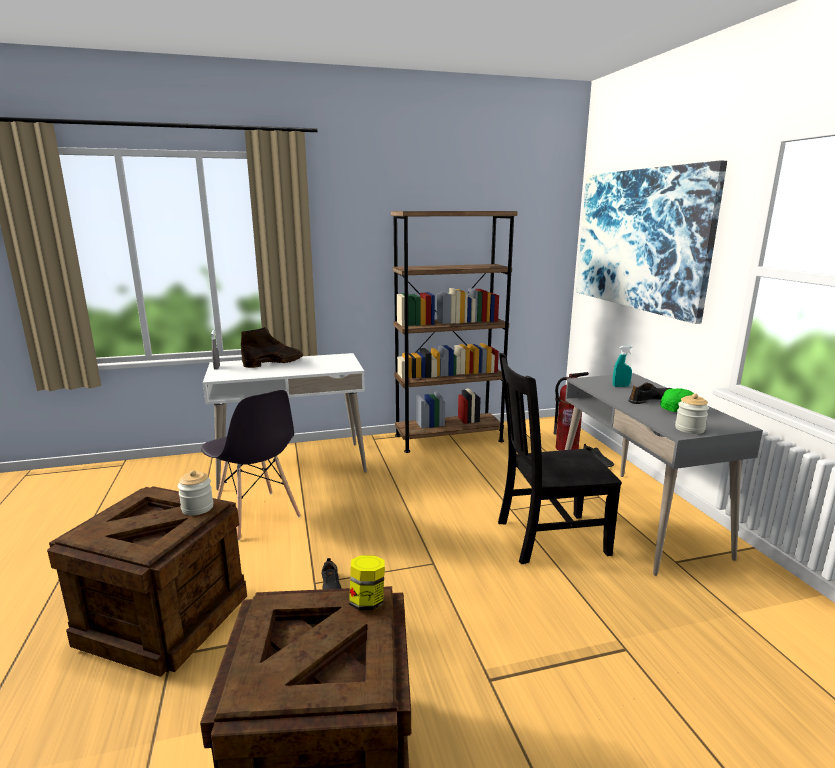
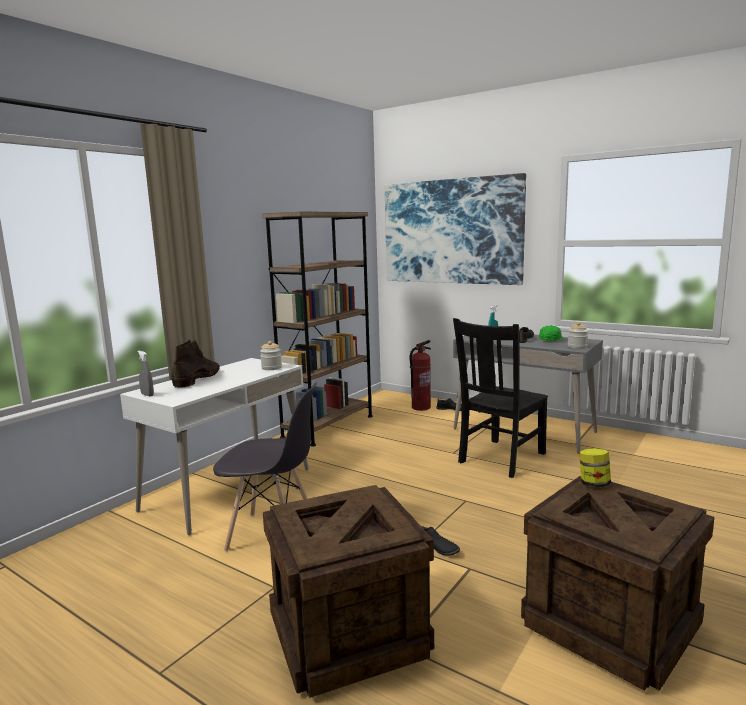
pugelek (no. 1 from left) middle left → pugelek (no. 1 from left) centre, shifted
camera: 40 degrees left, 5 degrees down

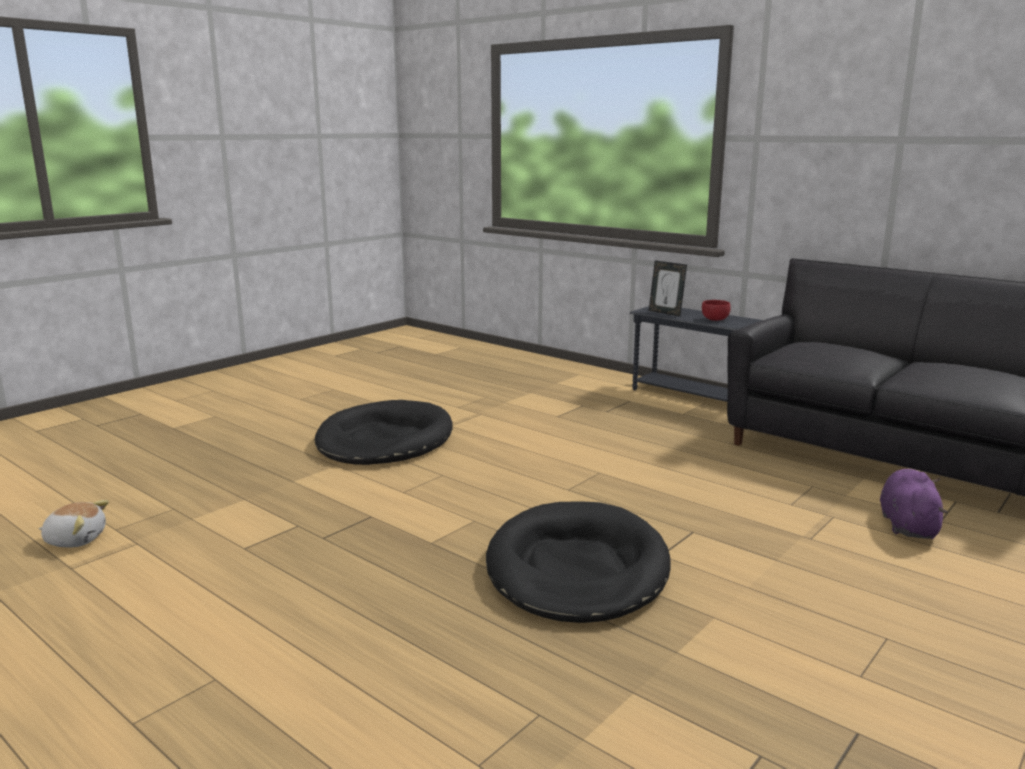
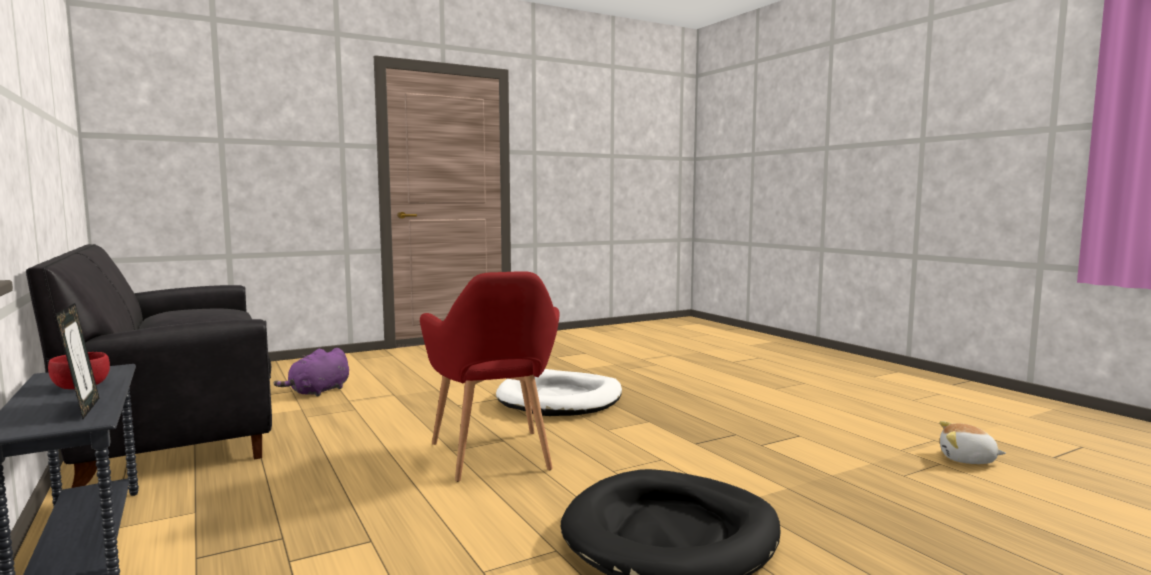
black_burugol (no. 2 from left) bottom centre → white_burugol bottom centre
- → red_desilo centre
camera: 160 degrees left, 10 degrees down

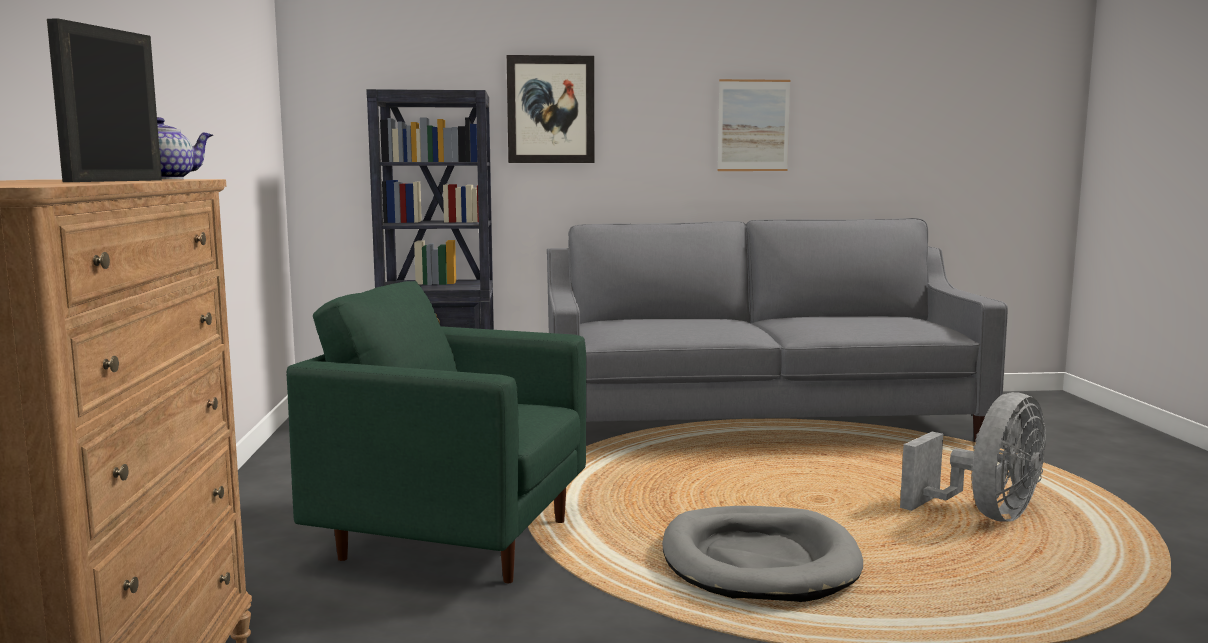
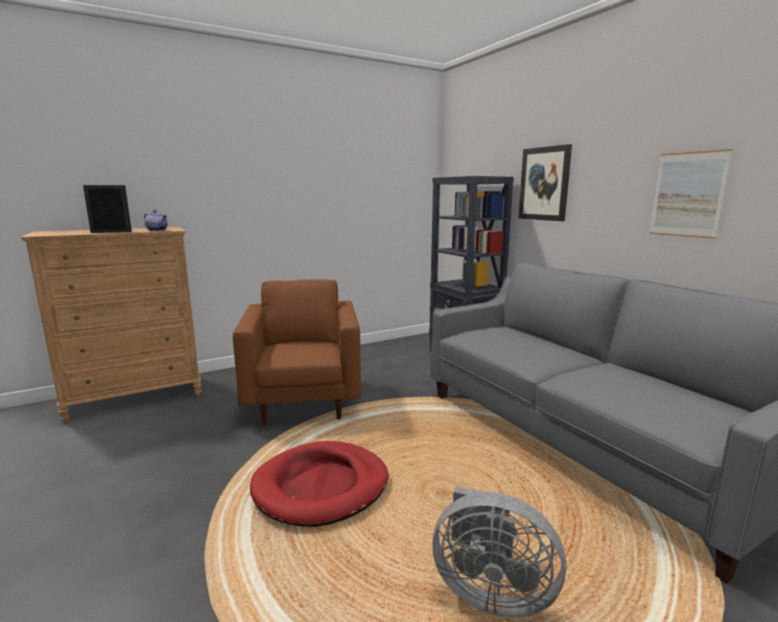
green_desilo bottom centre → brown_desilo centre
grey_burugol bottom centre → red_burugol bottom centre
camera: 65 degrees right, 5 degrees up

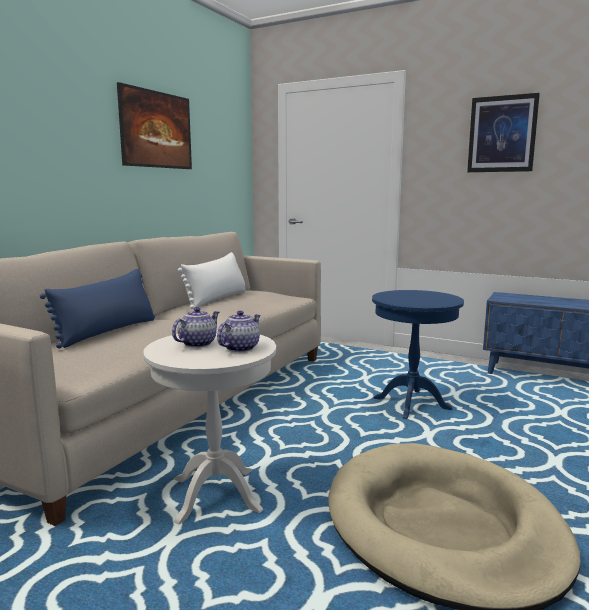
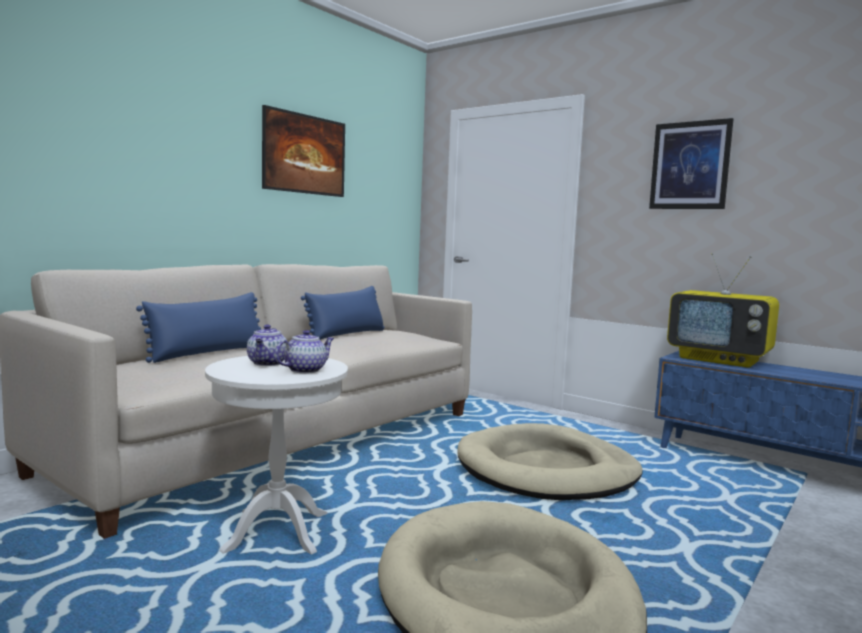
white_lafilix centre → blue_lafilix (no. 2 from left) centre
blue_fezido middle right → beige_burugol (no. 2 from left) bottom centre
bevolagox (no. 1 from left) middle left, 135 degrees clockwise
- → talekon middle right
camera: 10 degrees right, 5 degrees down

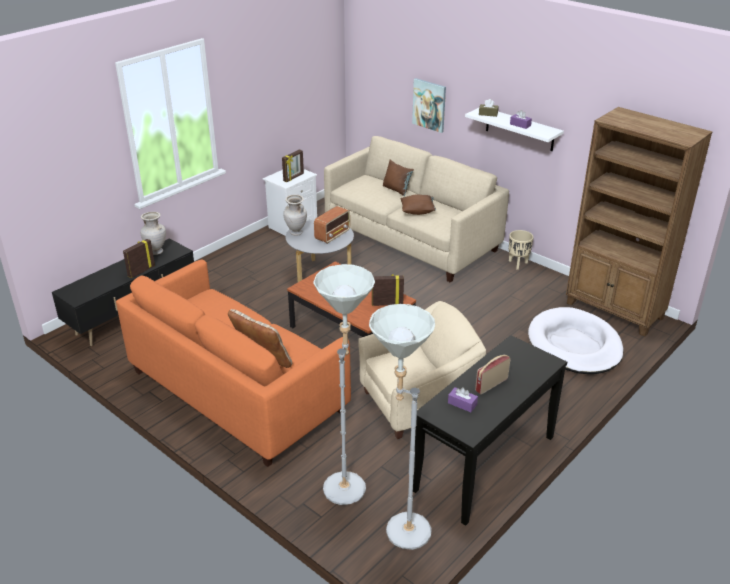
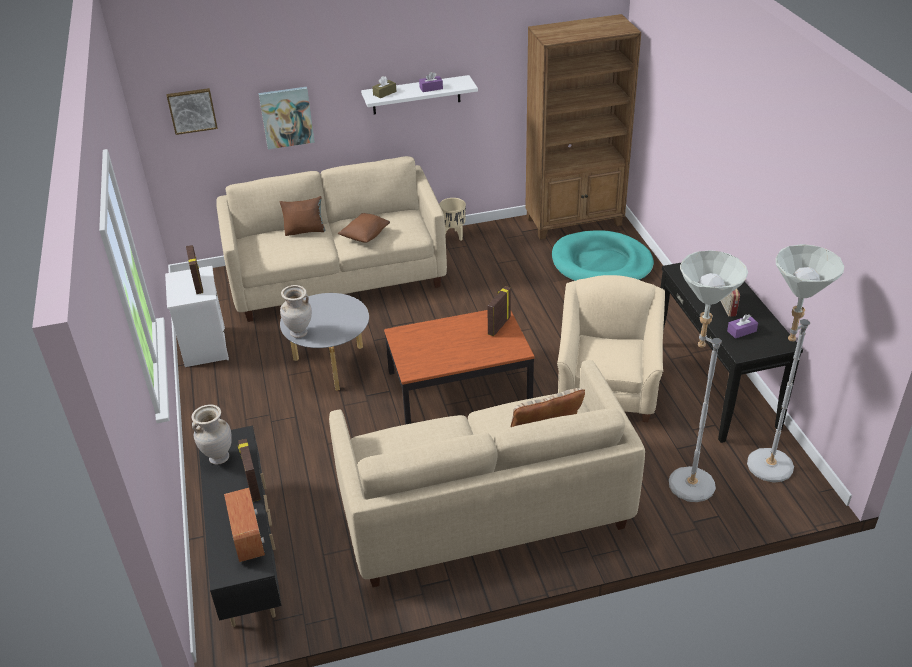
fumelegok (no. 1 from left) centre → fumelegok (no. 1 from left) bottom left, shifted
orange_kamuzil middle left → beige_kamuzil (no. 2 from left) bottom centre
white_burugol middle right → turquoise_burugol centre
- → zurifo (no. 1 from left) top left
camera: 55 degrees left, 5 degrees up

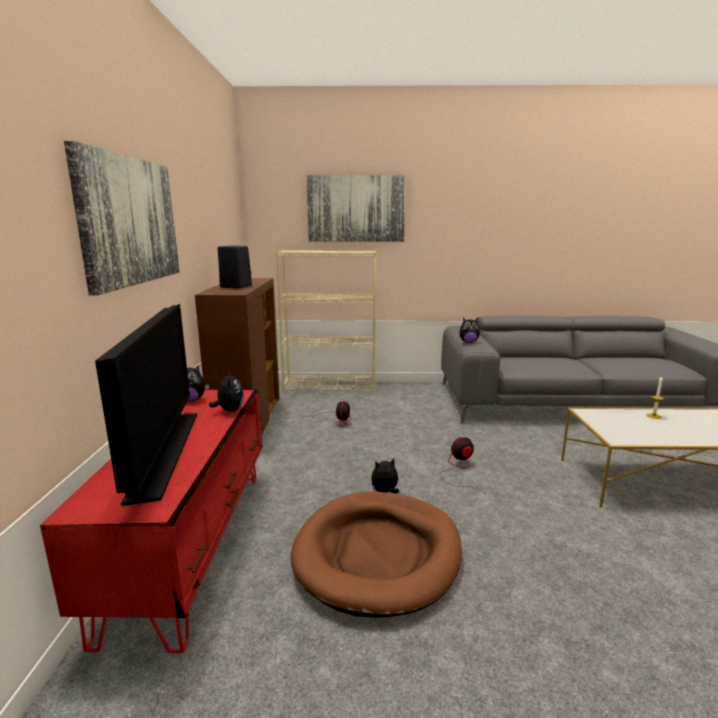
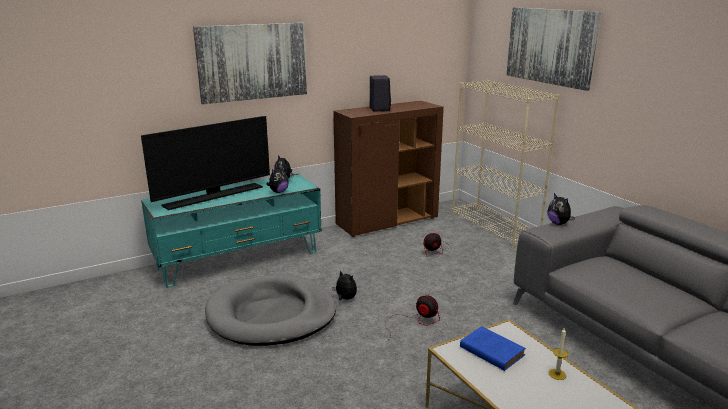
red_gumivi bottom left → turquoise_gumivi middle left
brown_burugol bottom centre → grey_burugol bottom centre
- → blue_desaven bottom right
camera: 60 degrees right, 5 degrees up

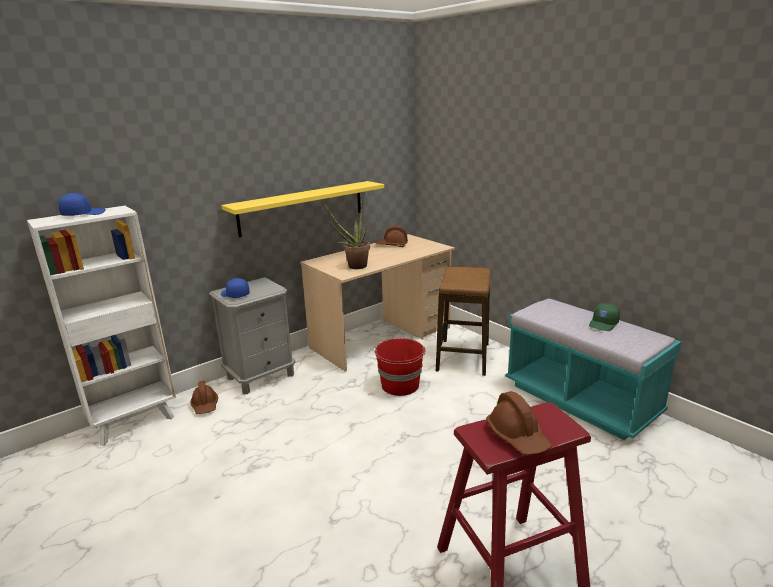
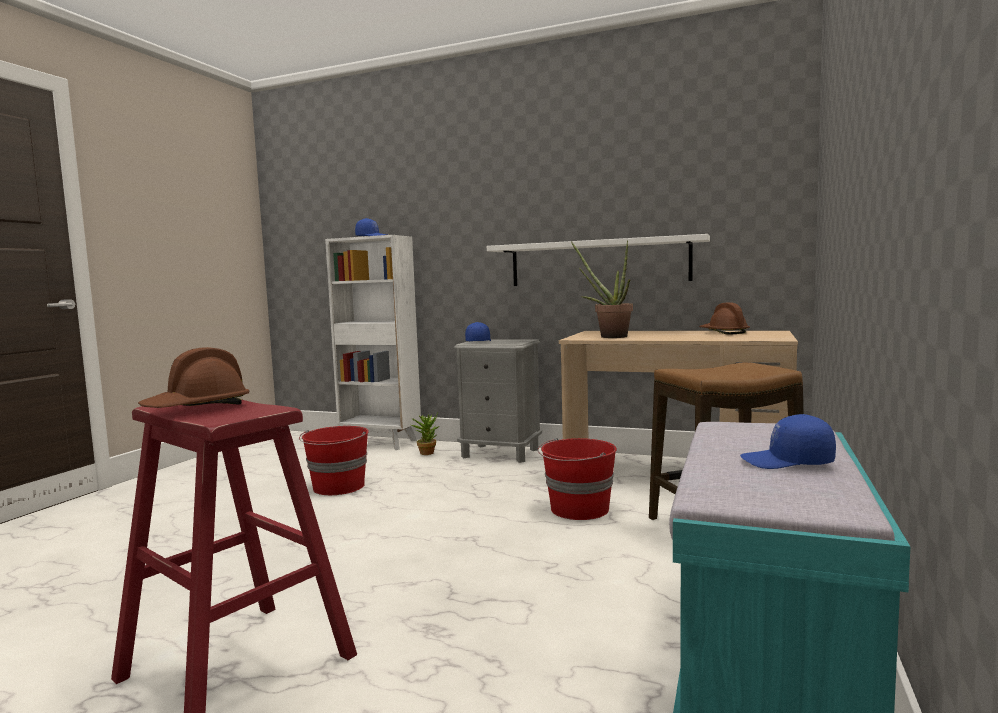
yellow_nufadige centre → white_nufadige centre
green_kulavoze middle right → blue_kulavoze (no. 3 from left) middle right
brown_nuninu (no. 1 from left) bottom left → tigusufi (no. 1 from left) centre
- → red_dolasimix (no. 1 from left) centre
camera: 60 degrees right, 15 degrees down

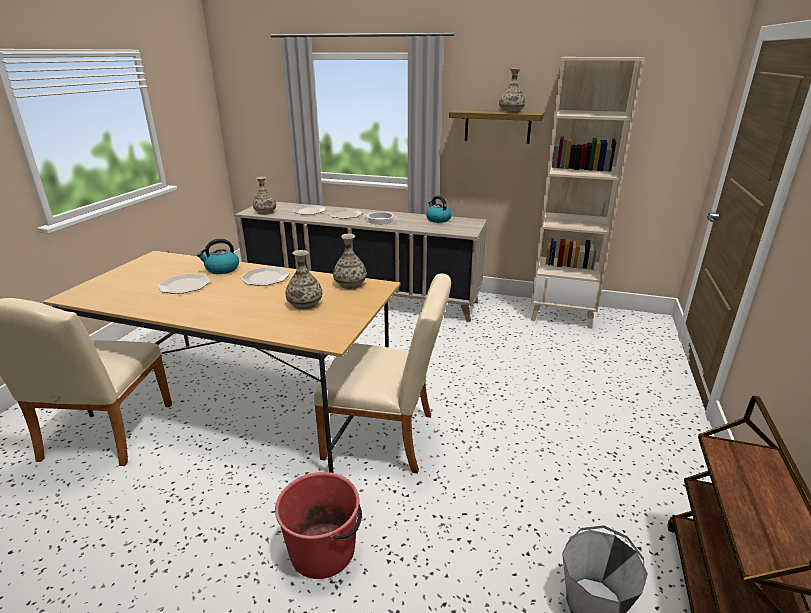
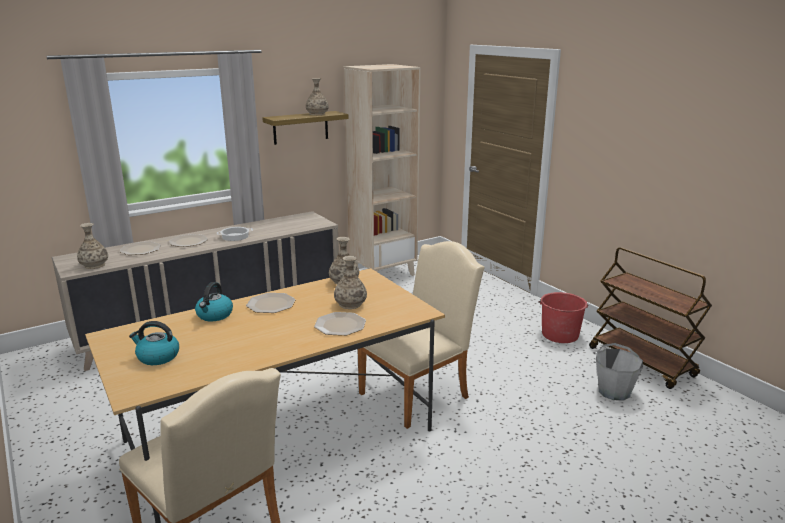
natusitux (no. 2 from left in the first image) centre → natusitux (no. 1 from left) middle left, shifted
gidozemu (no. 1 from left in the first image) middle left → gidozemu (no. 4 from left) centre, shifted
red_dolasimix bottom centre → red_dolasimix middle right, shifted
camera: 50 degrees left, 5 degrees down

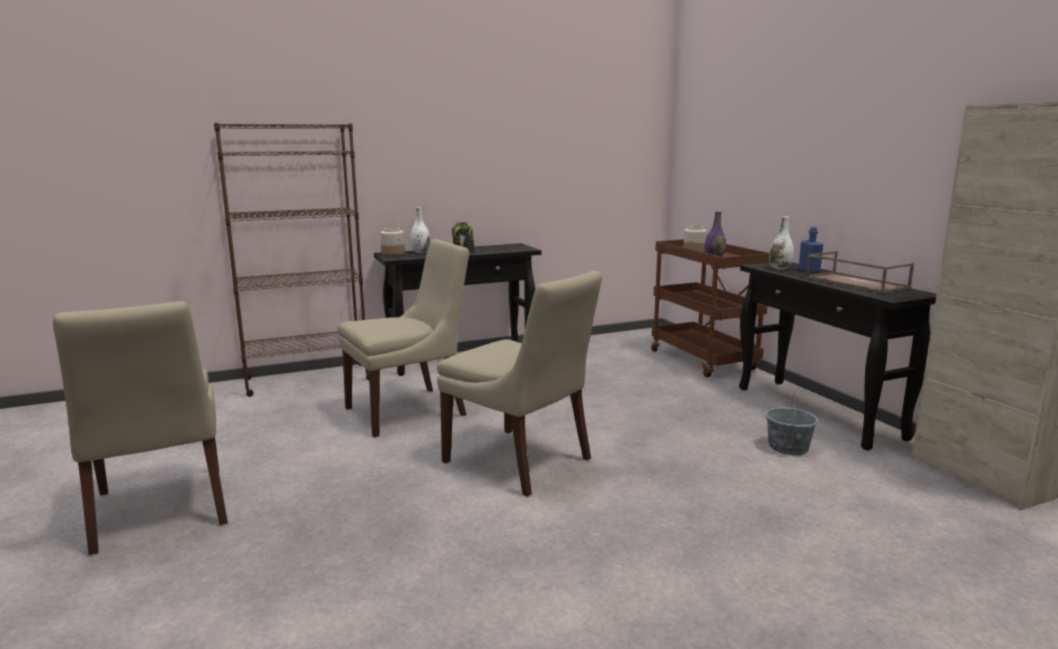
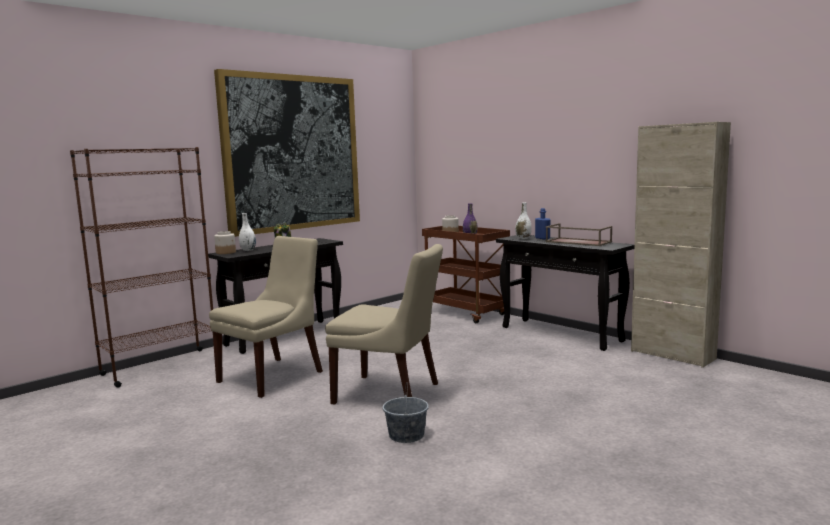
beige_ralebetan (no. 1 from left) middle left → -
grey_dolasimix middle right → grey_dolasimix bottom centre, shifted
- → zurifo top centre
camera: 20 degrees left, 5 degrees down

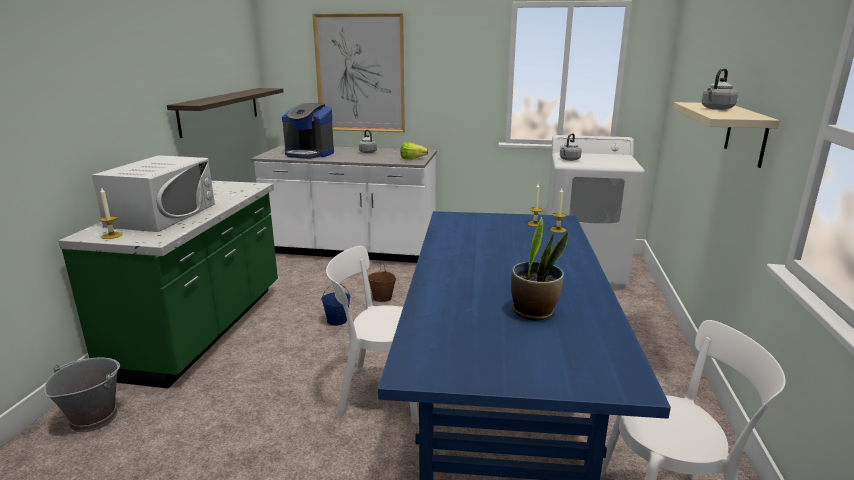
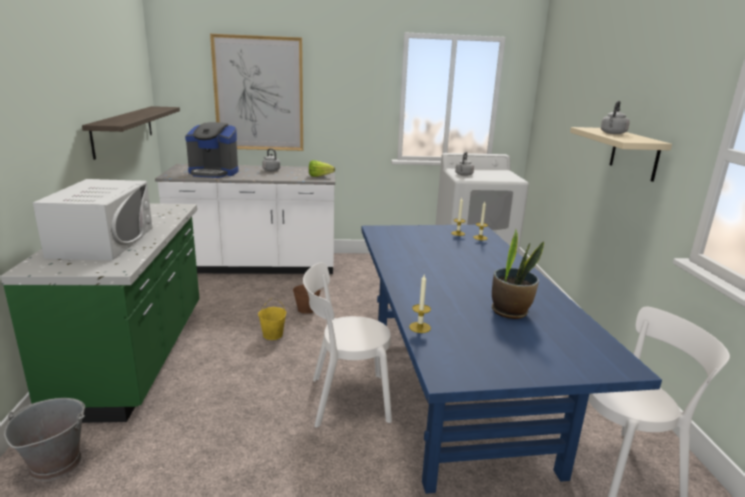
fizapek (no. 1 from left) middle left → fizapek (no. 1 from left) centre, shifted
blue_dolasimix centre → yellow_dolasimix centre
camera: 15 degrees left, 0 degrees up

